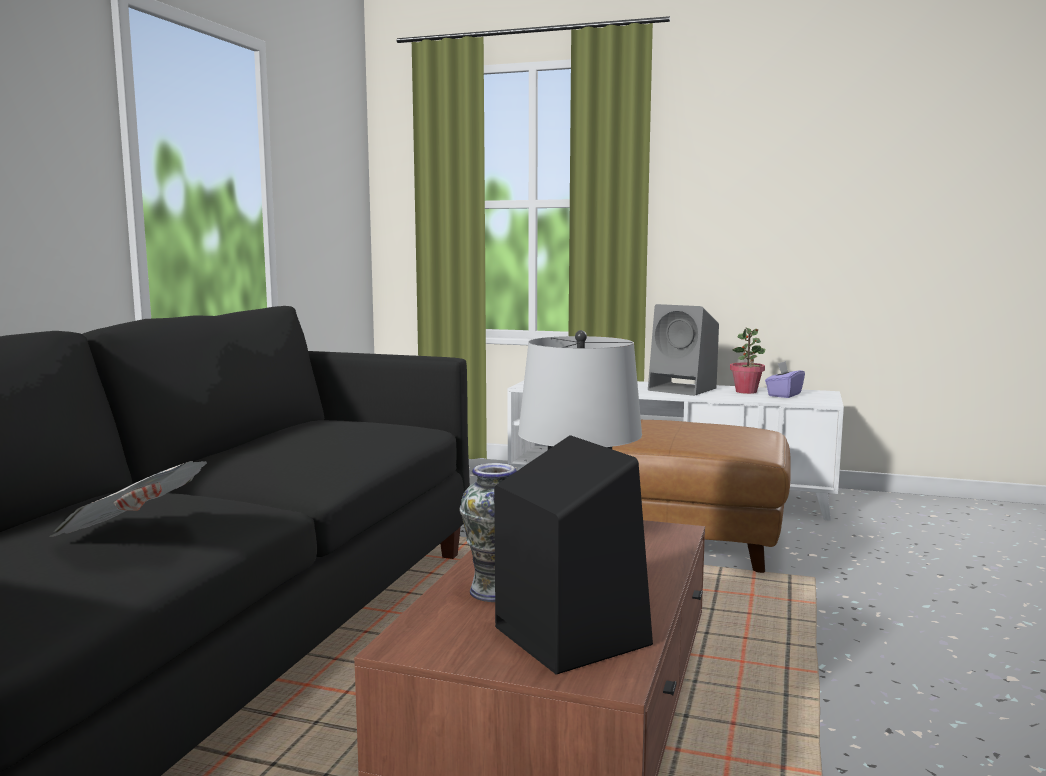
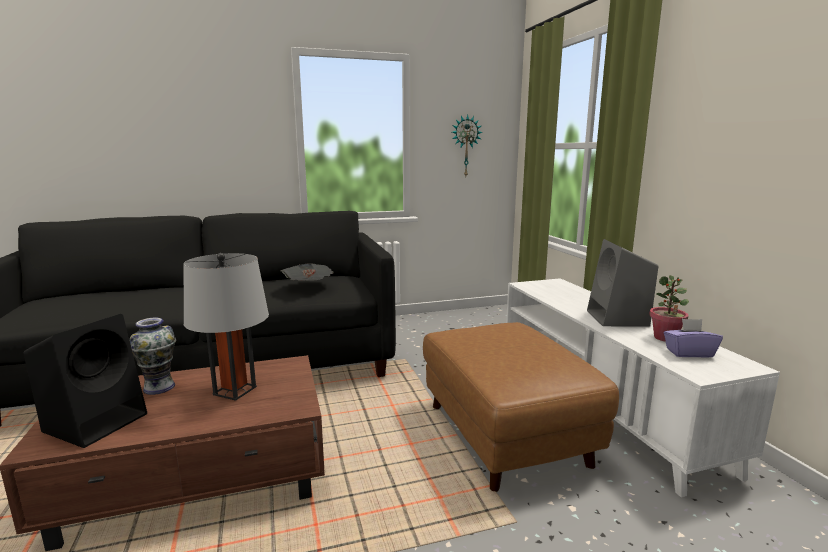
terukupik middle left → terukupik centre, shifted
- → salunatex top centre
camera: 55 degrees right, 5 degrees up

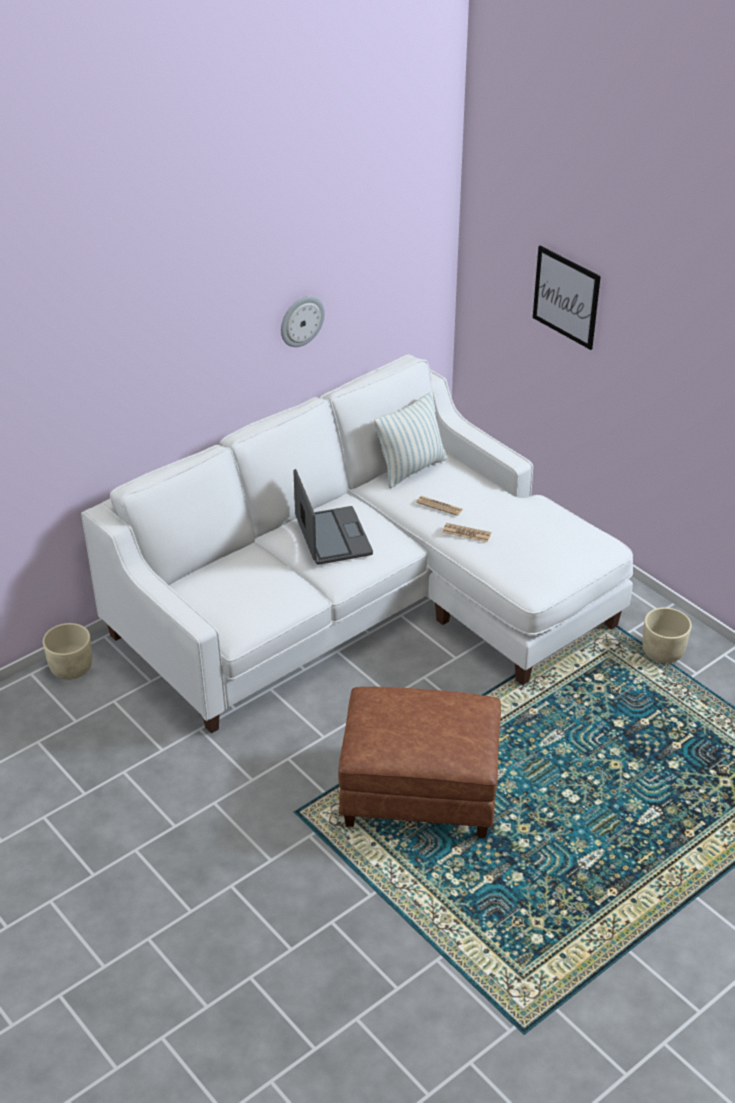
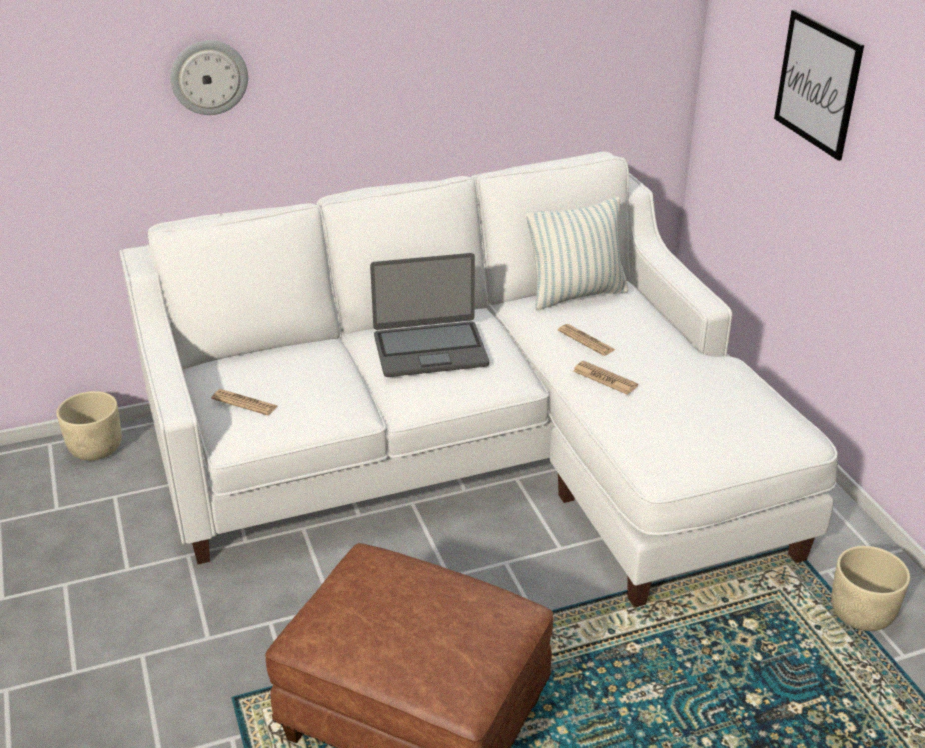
salunatex top centre → salunatex top left, shifted
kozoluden centre, 75 degrees clockwise
- → terukupik (no. 1 from left) middle left
camera: 20 degrees right, 5 degrees down

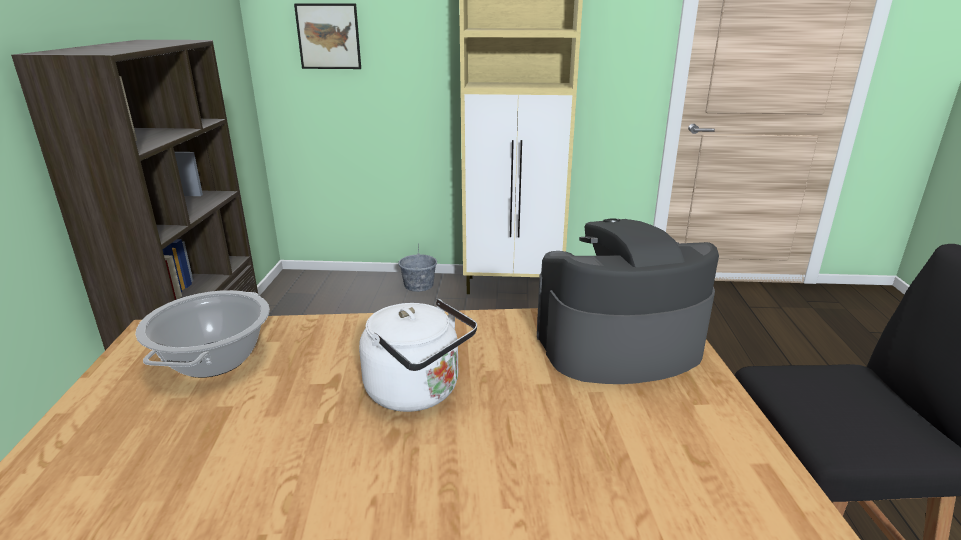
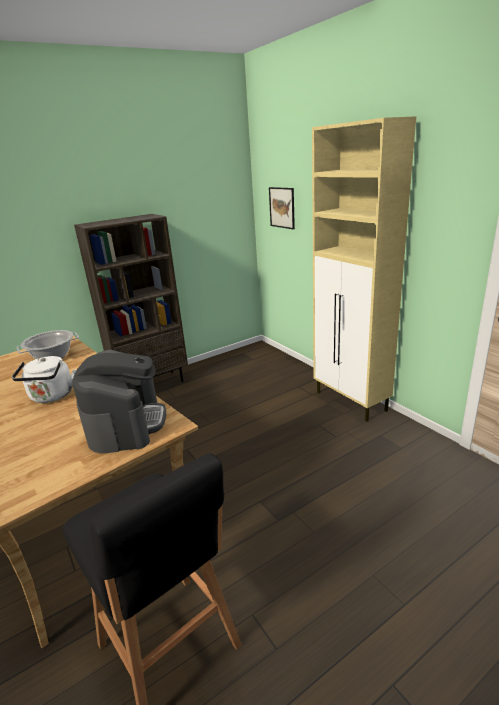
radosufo centre → radosufo middle left, 45 degrees clockwise
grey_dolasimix centre → -
camera: 55 degrees right, 0 degrees up

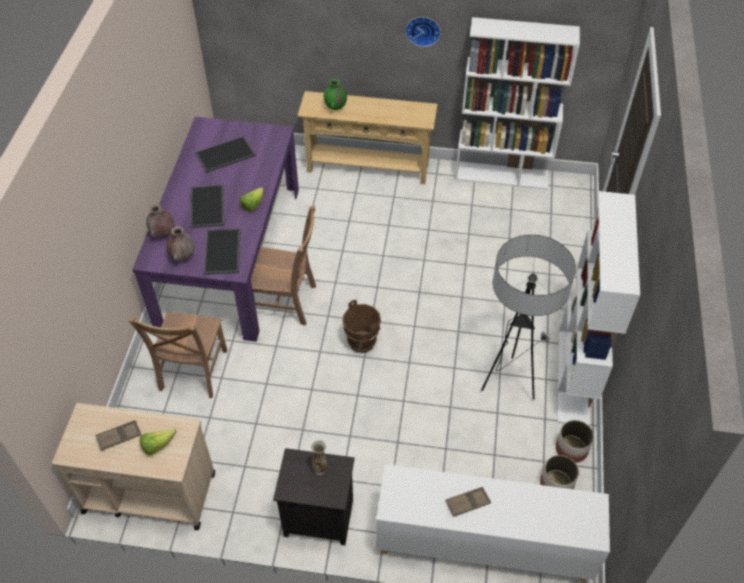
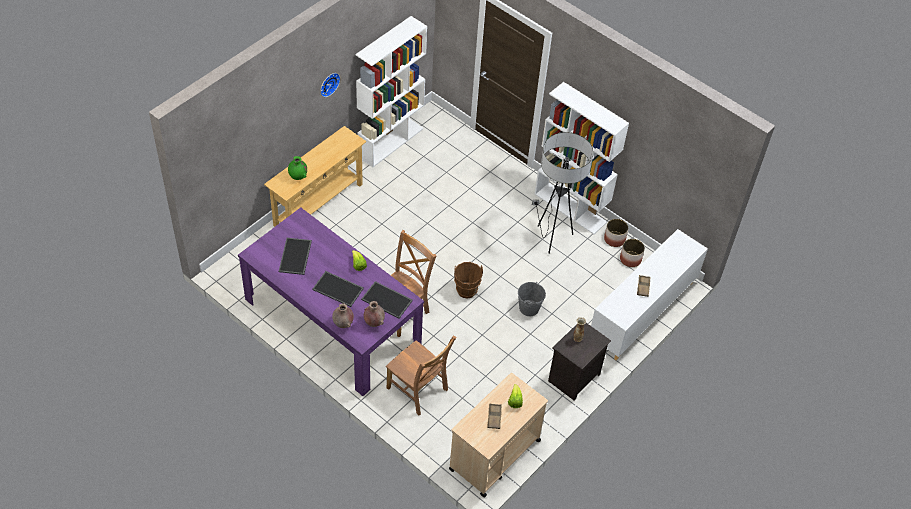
- → grey_dolasimix centre
camera: 60 degrees left, 0 degrees up

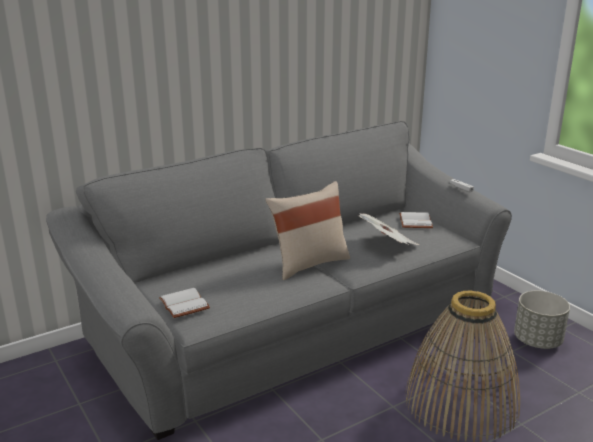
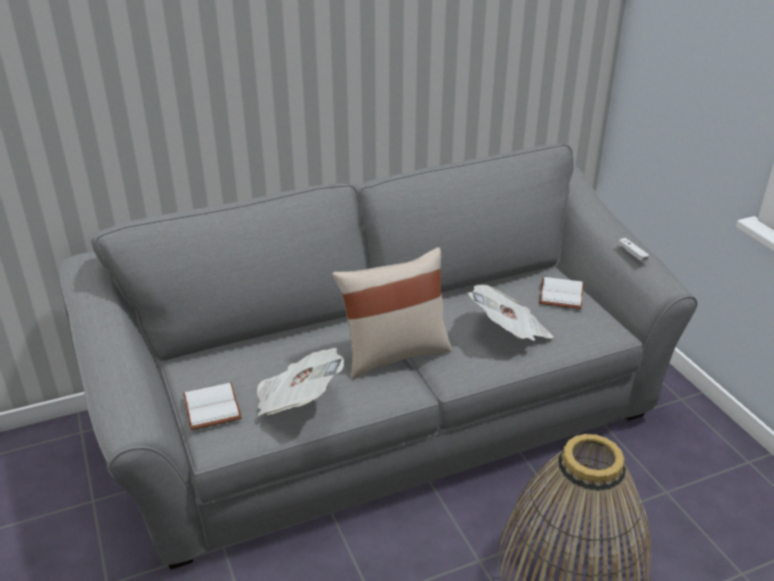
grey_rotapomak bottom right → -
- → terukupik (no. 1 from left) centre
camera: 10 degrees right, 10 degrees up

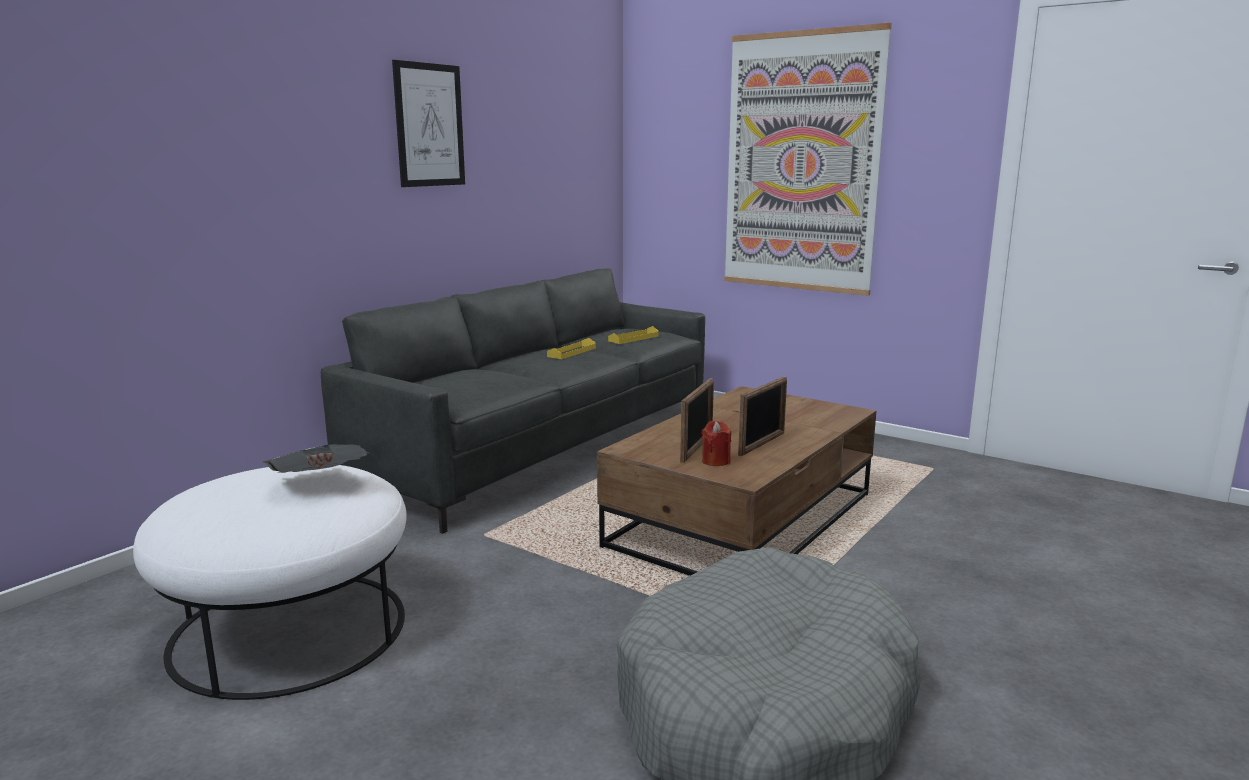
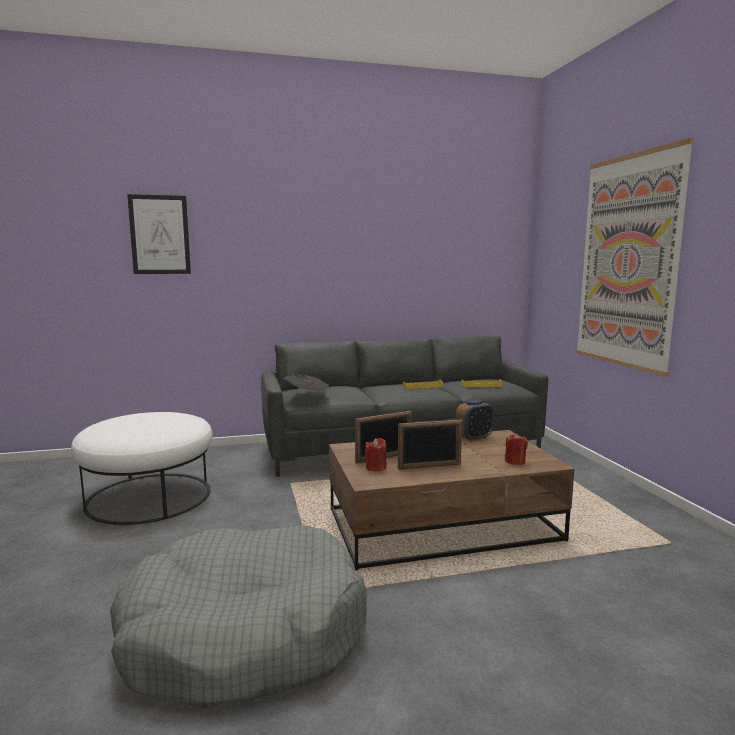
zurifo (no. 1 from left) top centre → zurifo (no. 1 from left) top left, shifted
terukupik middle left → terukupik centre, shifted
- → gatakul centre
- → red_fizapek (no. 2 from left) middle right
camera: 40 degrees right, 5 degrees down

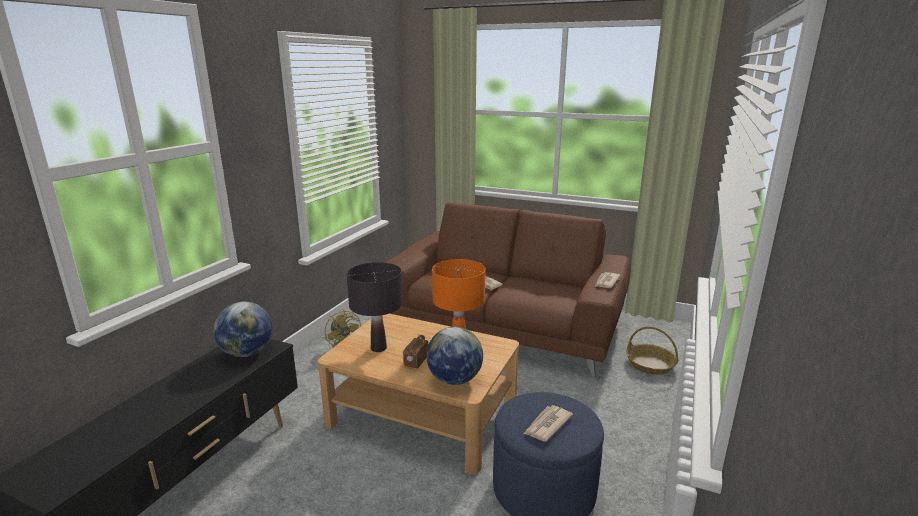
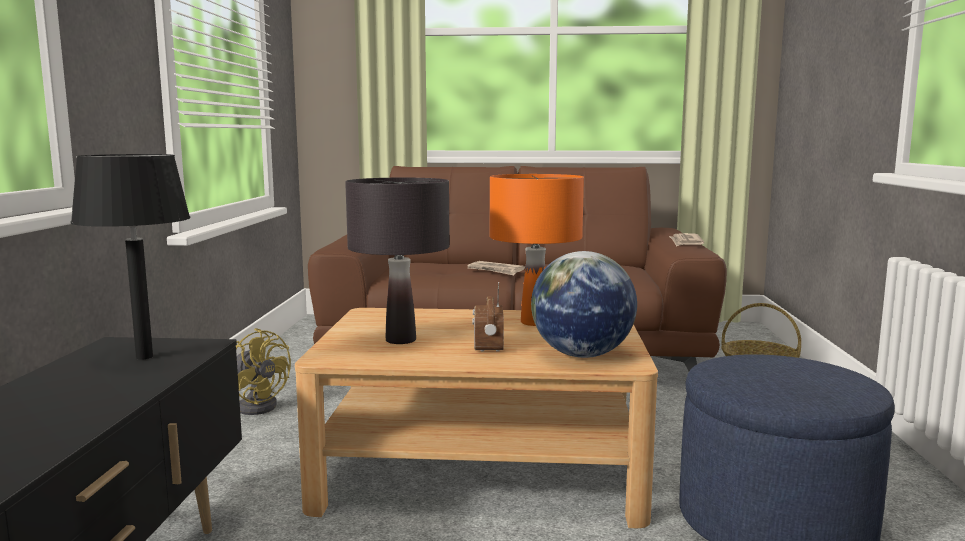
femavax (no. 1 from left) middle left → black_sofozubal (no. 1 from left) middle left
terukupik (no. 2 from left) bottom centre → -
camera: 20 degrees left, 10 degrees down

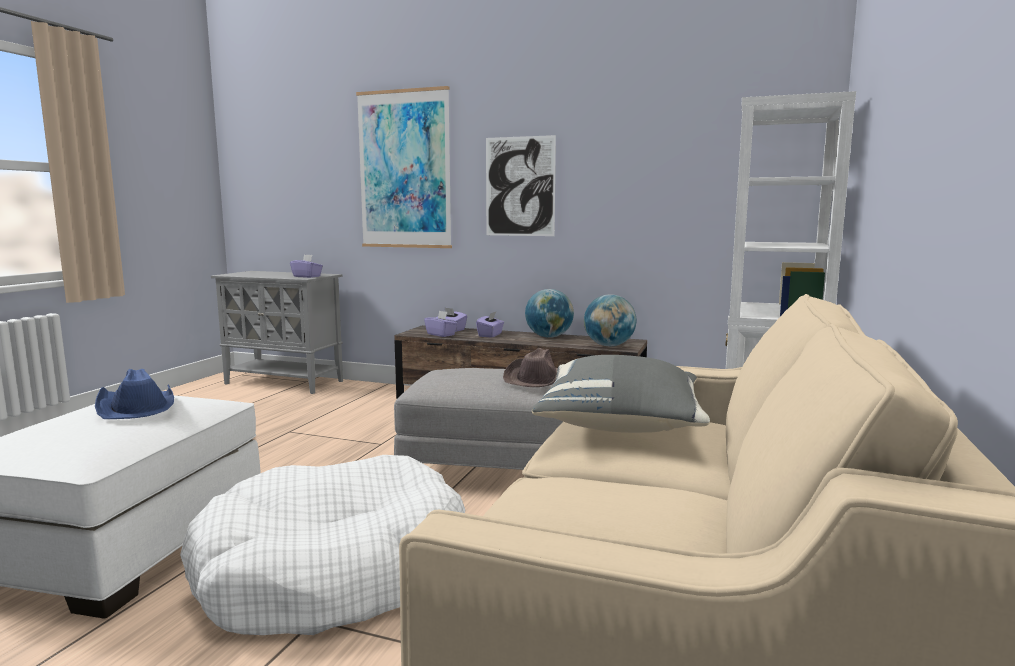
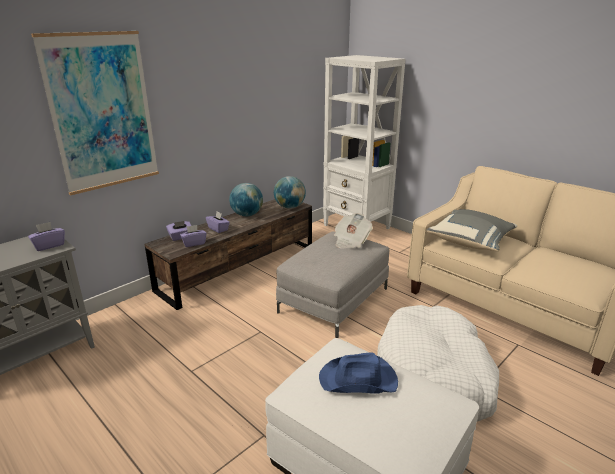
zurifo (no. 2 from left) top centre → -
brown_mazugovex centre → terukupik centre
camera: 65 degrees left, 15 degrees up

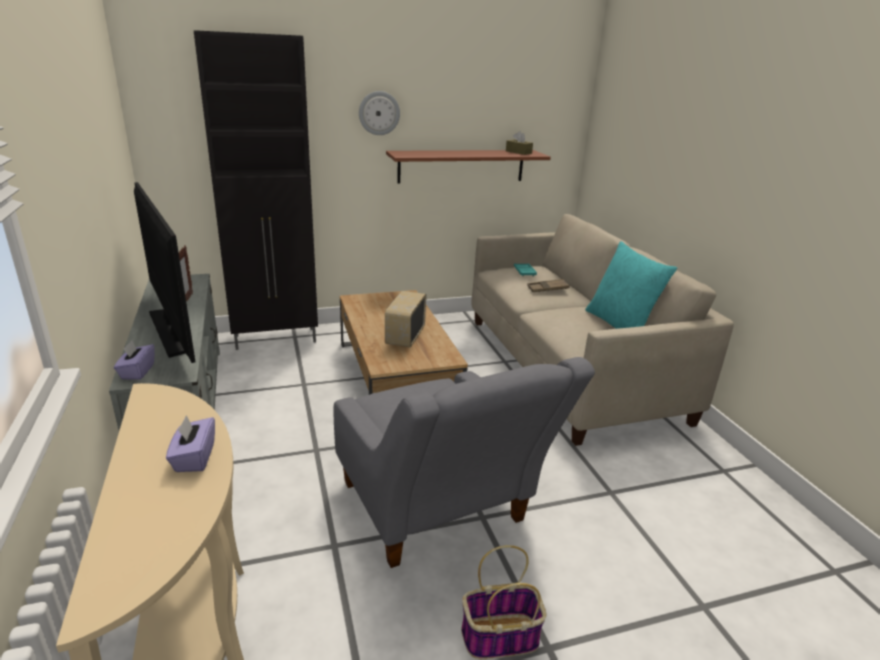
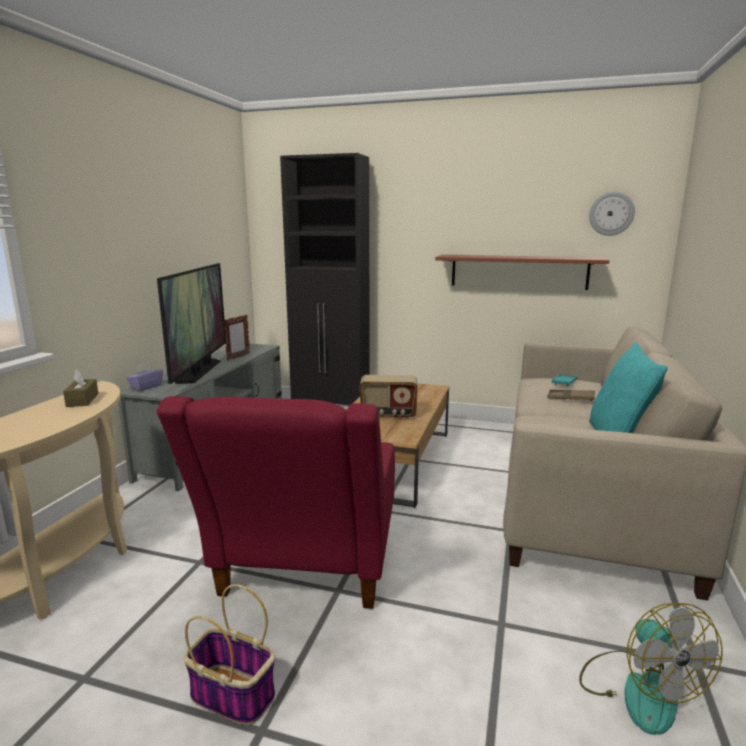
salunatex top centre → salunatex top right, shifted
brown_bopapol top centre → brown_bopapol middle left, shifted
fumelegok centre, 135 degrees counterclockwise
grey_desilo bottom centre → red_desilo bottom centre
purple_bopapol (no. 2 from left) bottom left → -
- → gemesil bottom right
camera: 35 degrees right, 10 degrees down

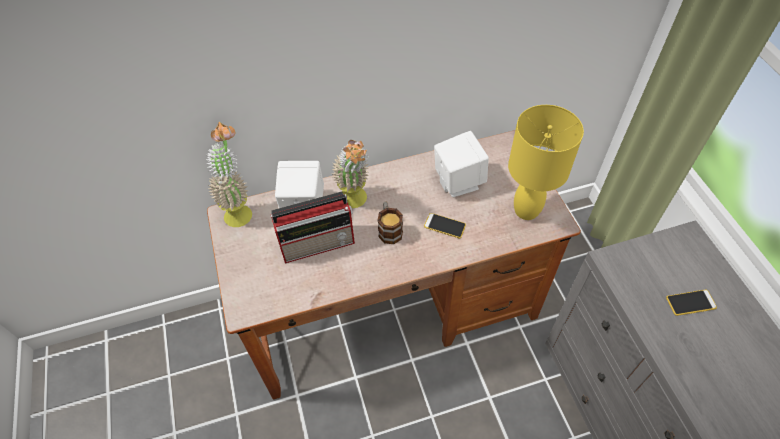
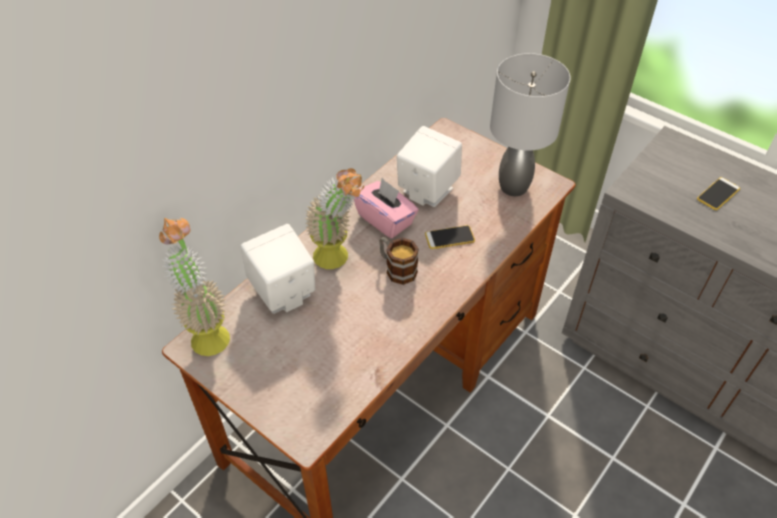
yellow_sofozubal middle right → grey_sofozubal top right
fumelegok centre → -
- → pink_bopapol centre
camera: 35 degrees left, 5 degrees down

